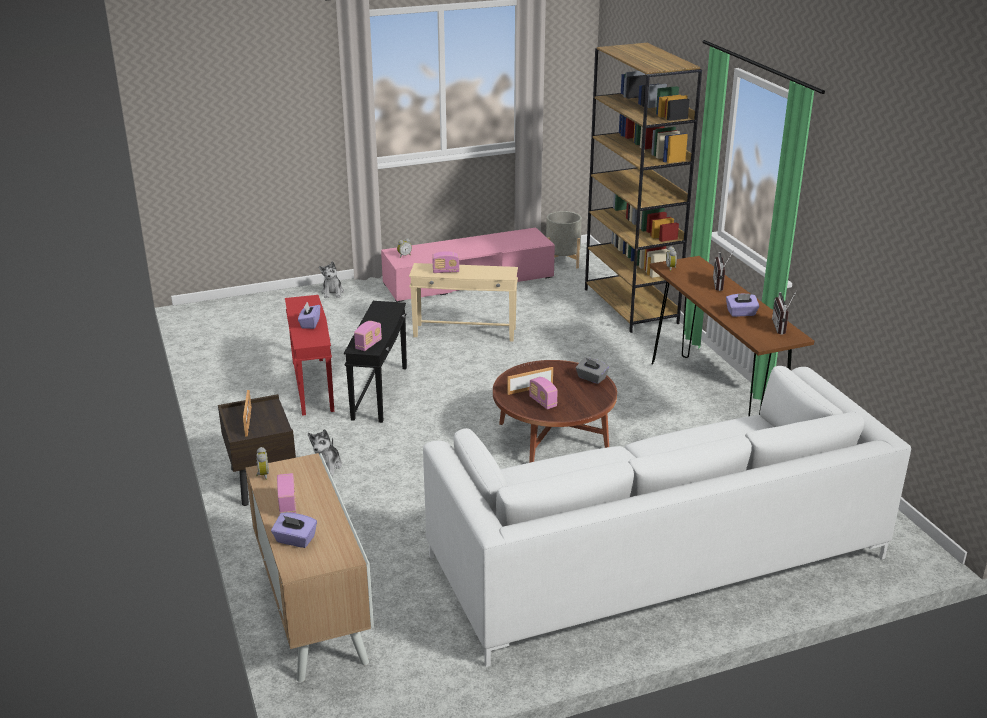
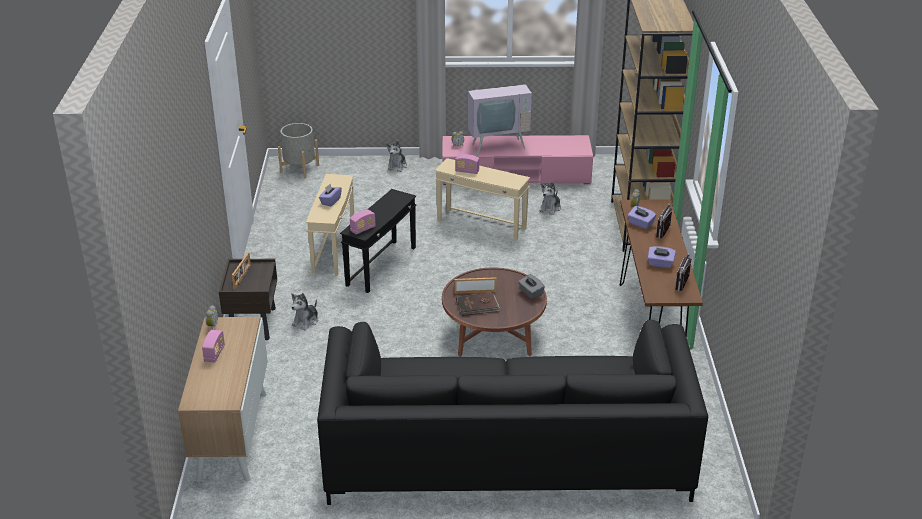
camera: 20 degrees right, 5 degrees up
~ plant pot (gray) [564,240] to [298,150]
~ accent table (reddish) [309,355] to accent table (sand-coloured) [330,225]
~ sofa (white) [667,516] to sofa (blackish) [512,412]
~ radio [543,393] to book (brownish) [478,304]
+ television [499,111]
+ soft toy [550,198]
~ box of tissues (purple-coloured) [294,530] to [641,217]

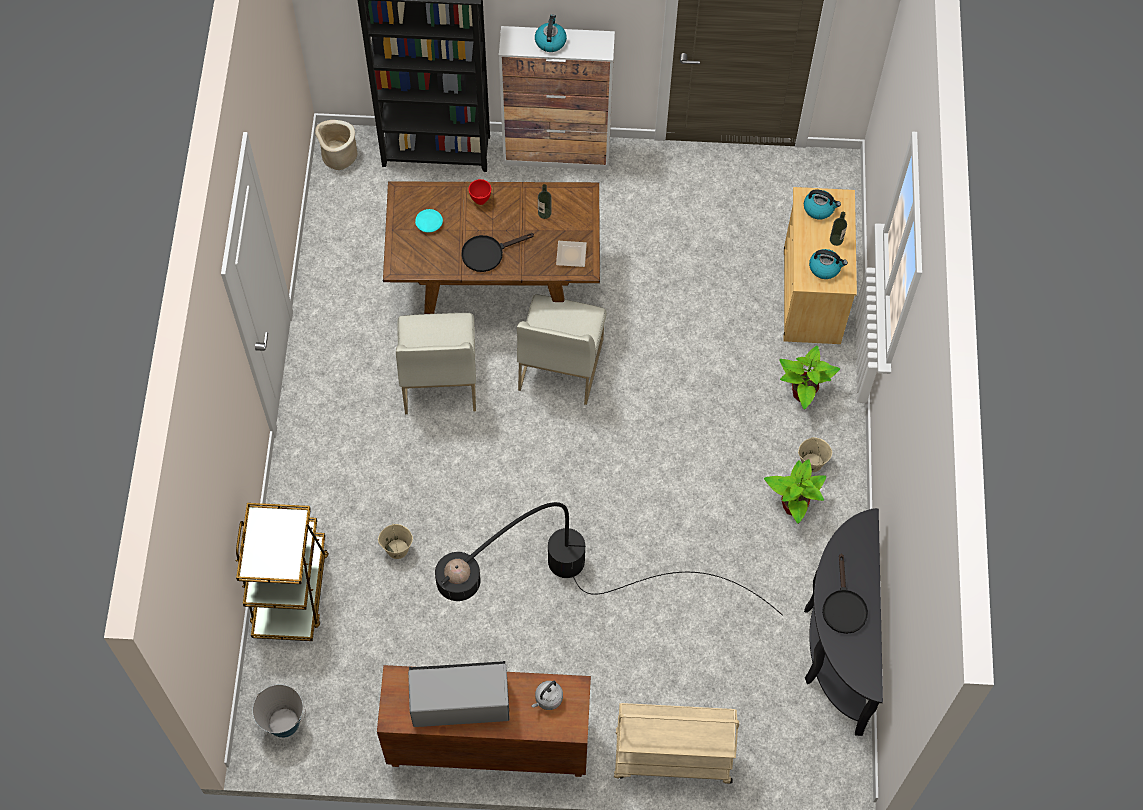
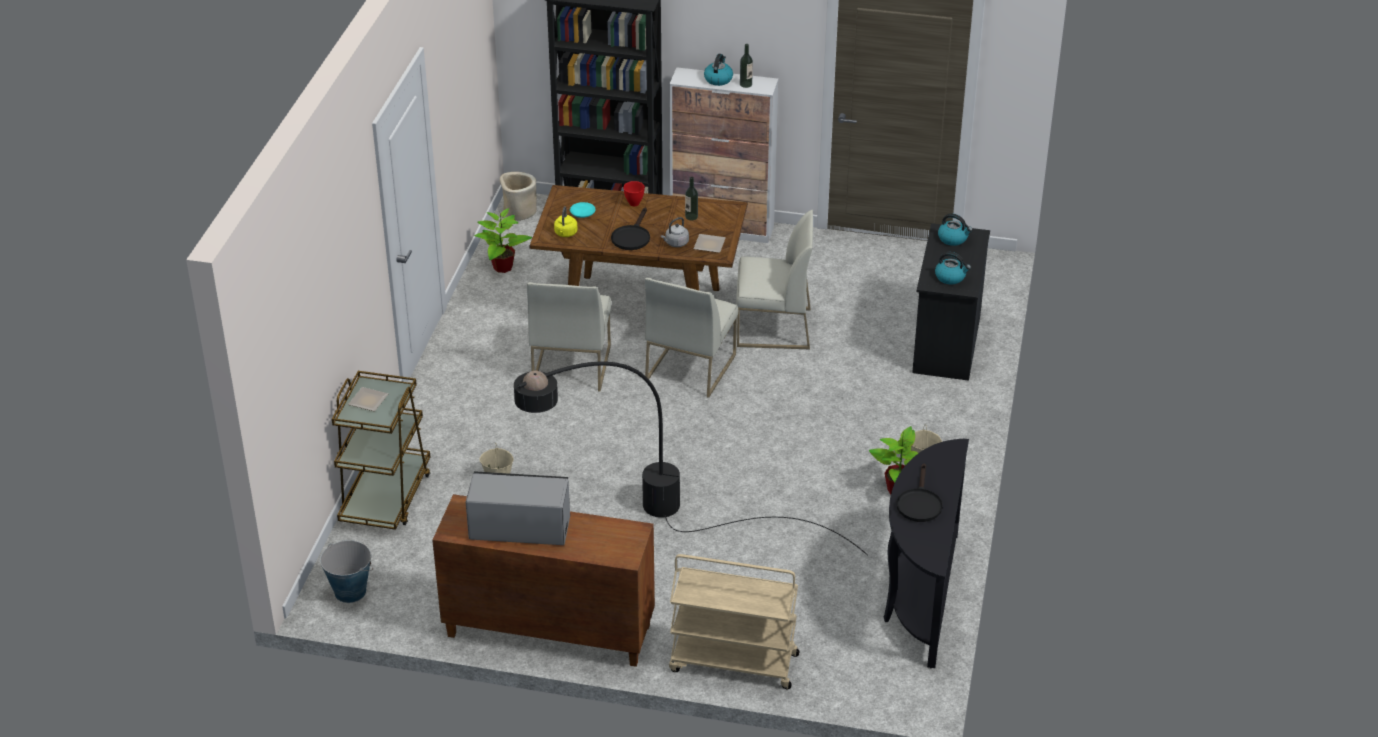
camera: 10 degrees right, 25 degrees down
+ flat dish [368,399]
~ potted plant [809,377] to [503,240]
+ tea kettle (yellow) [566,221]
~ frying pan (blackish) [497,252] = [630,229] 60 degrees counterclockwise
~ tea kettle (gray) [547,695] to [675,232]
+ upright chair (white) [774,279]
~ drink bottle [838,229] to [746,66]
~ drawer chest (sand-coloured) [820,265] to drawer chest (blackish) [951,302]

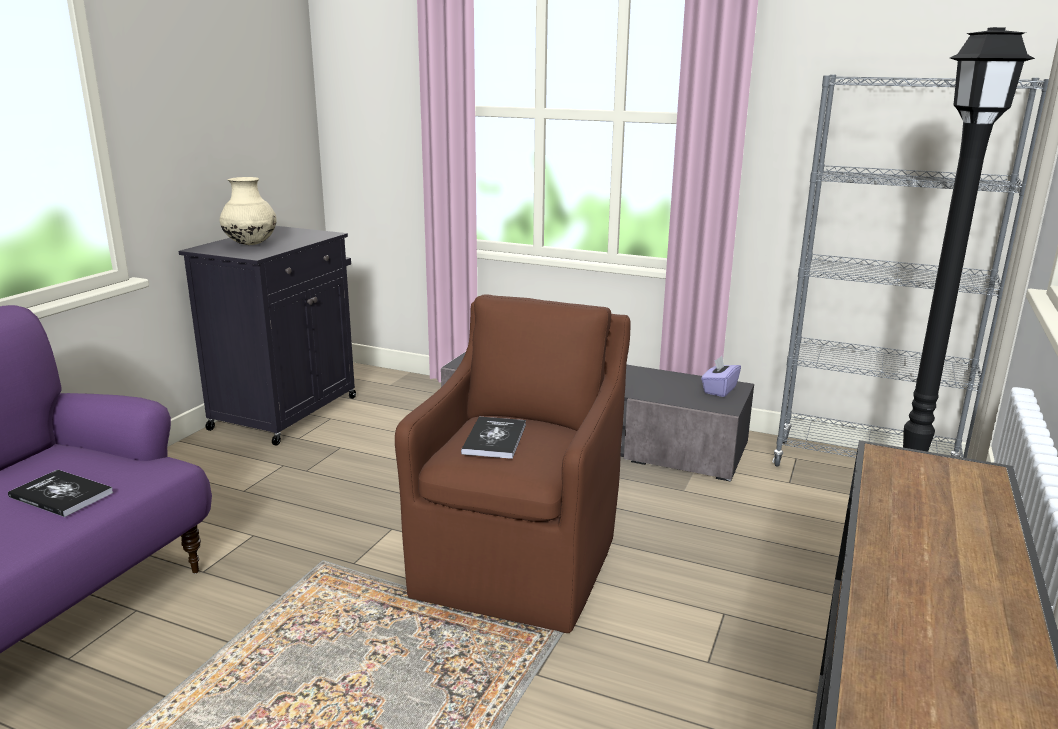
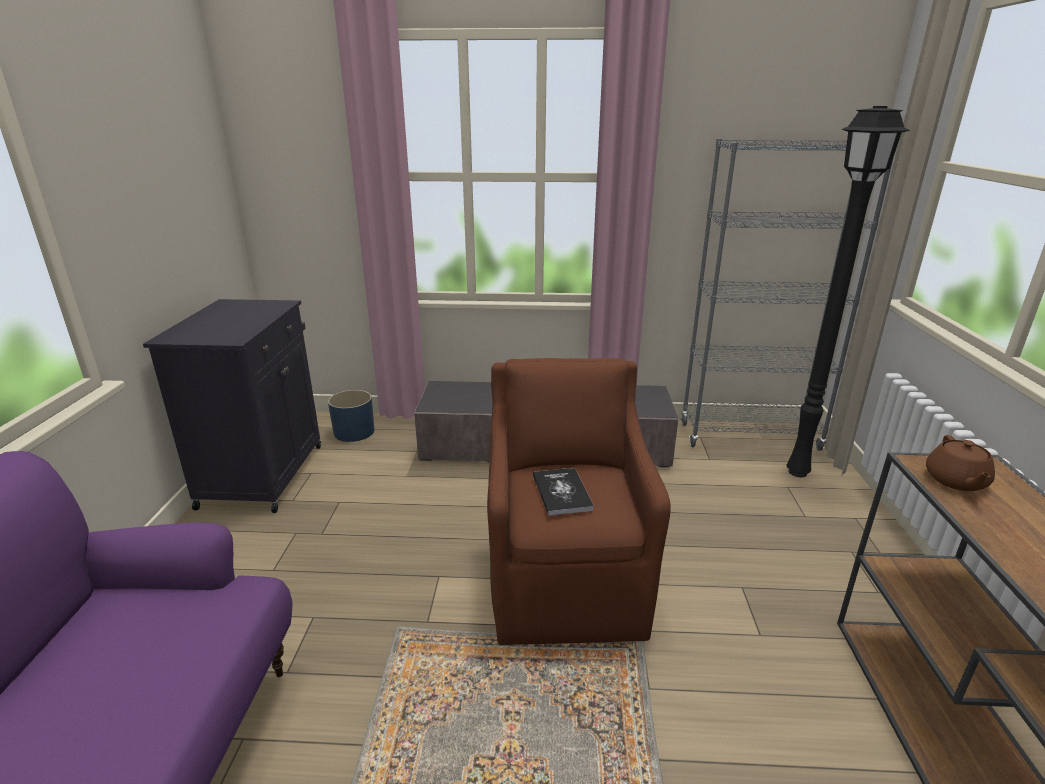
camera: 20 degrees left, 5 degrees up
+ plant pot (blue-coloured) [351,416]
+ teapot (brownish) [960,463]
- book [60,493]
- flower vase (sand-coloured) [248,211]
- box of tissues (purple-coloured) [721,376]

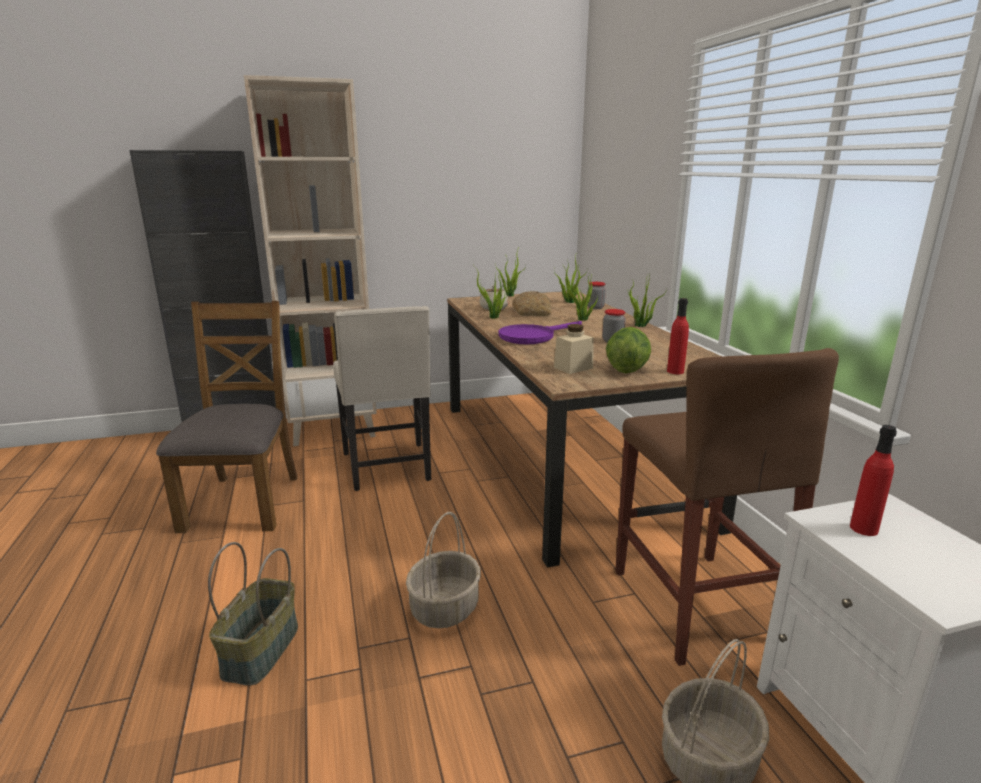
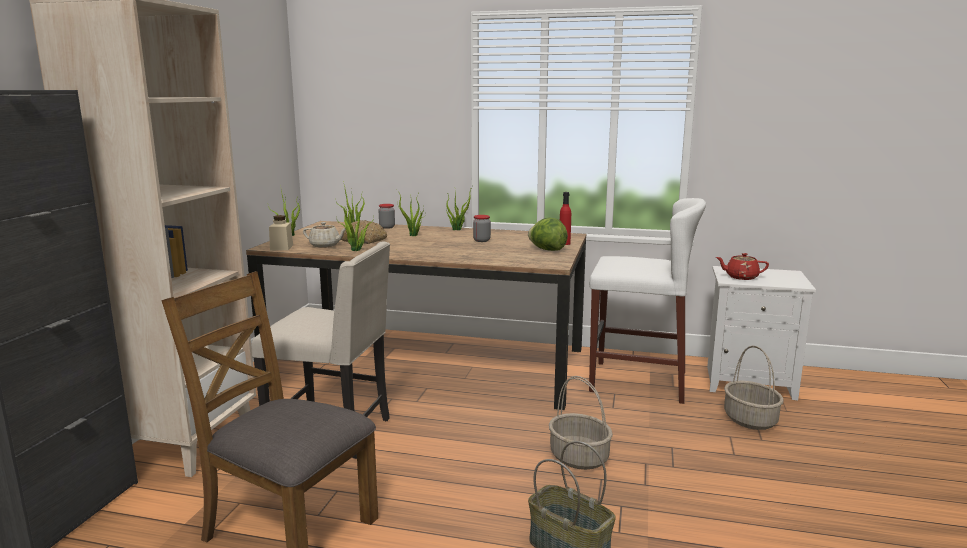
camera: 60 degrees left, 5 degrees down
~ storage jar (sand-coloured) [574,349] to [281,232]
~ sitting stool (brownish) [727,507] to sitting stool (white) [647,301]
~ drink bottle (reddish) [873,480] to teapot (reddish) [742,266]
- frying pan (purple-coloured) [540,332]

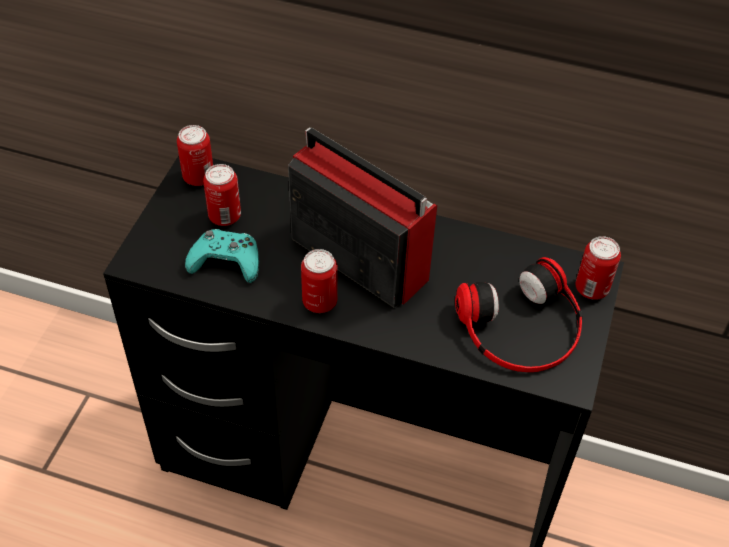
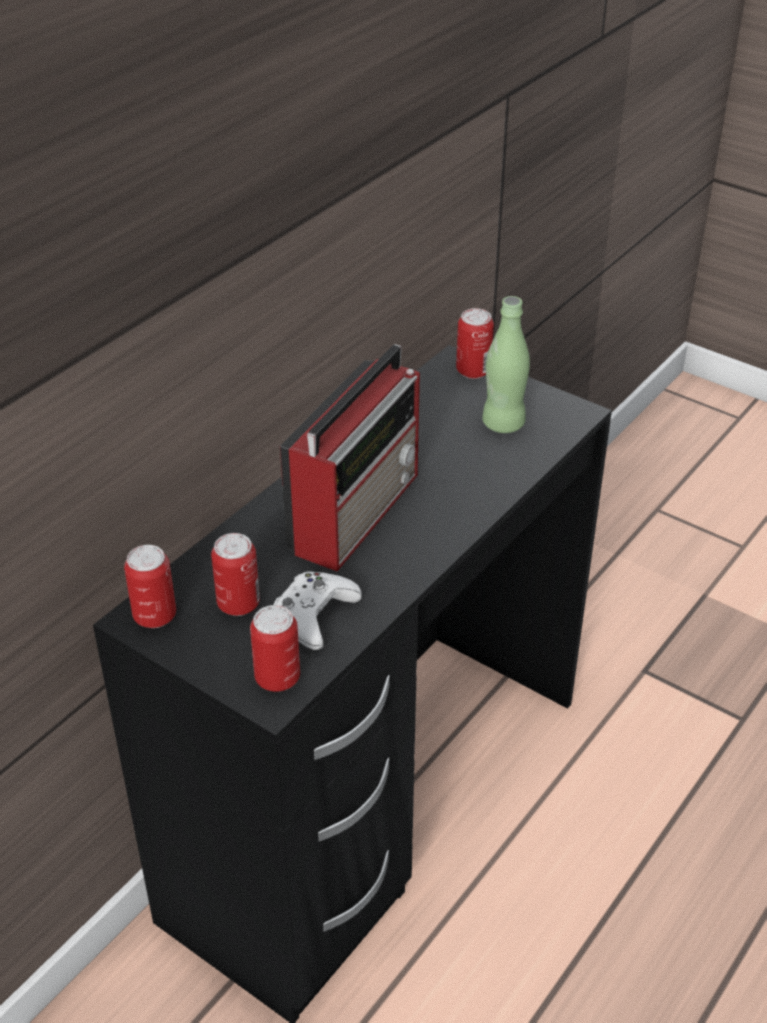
camera: 70 degrees left, 10 degrees down
~ sealed can [319,281] to [275,648]
~ joypad (turquoise-coloured) [222,256] to joypad (white) [318,610]
~ radio [362,217] = [350,458] 150 degrees clockwise
~ pair of headphones [518,314] to drink bottle (greenish) [506,364]

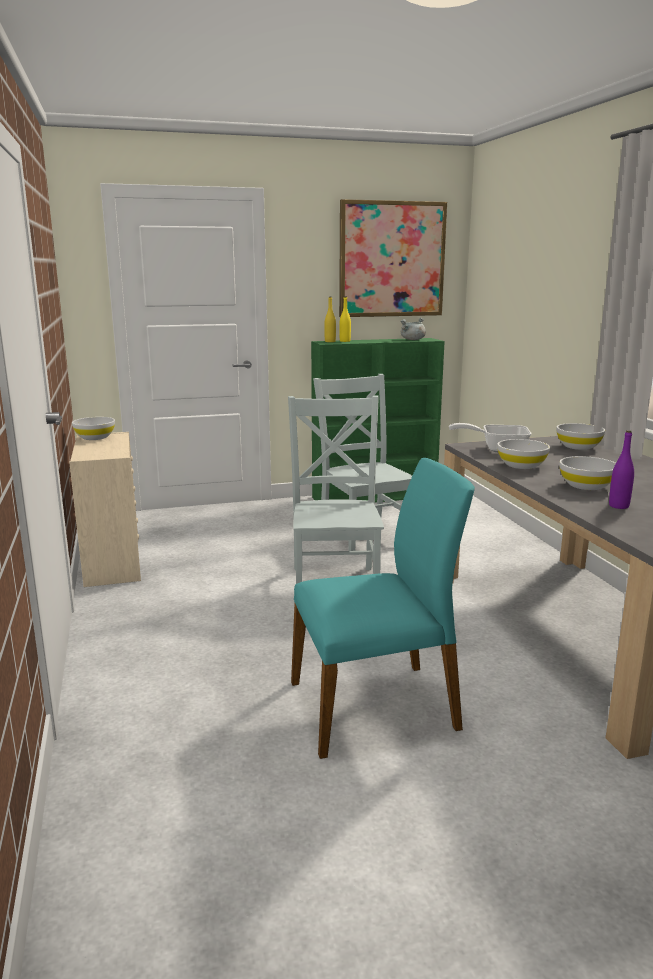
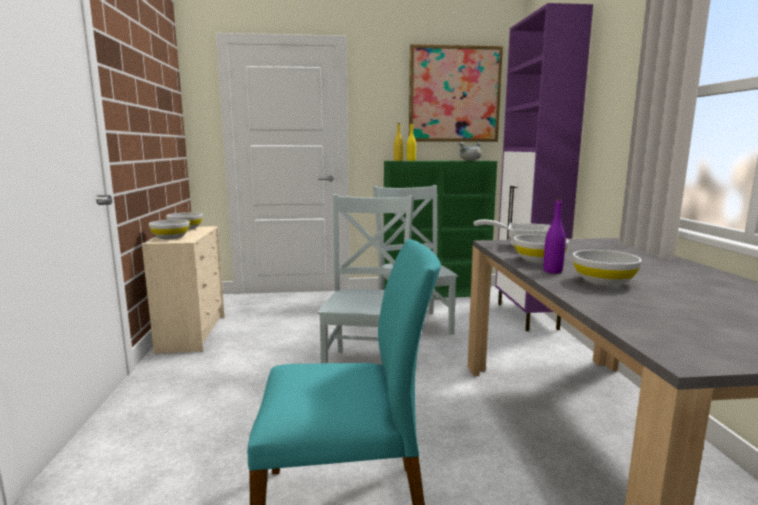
camera: 10 degrees right, 5 degrees down
~ deep dish (white) [580,436] to [169,229]
+ cupboard (purple-coloured) [544,167]
~ drink bottle (purple-coloured) [621,469] to [555,236]

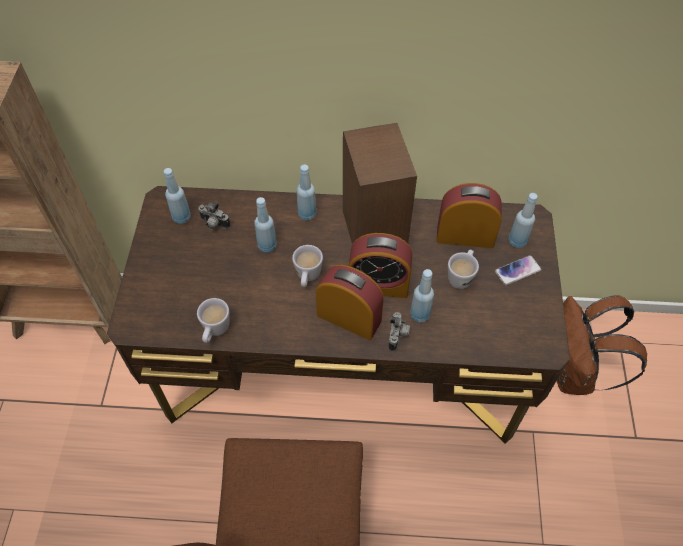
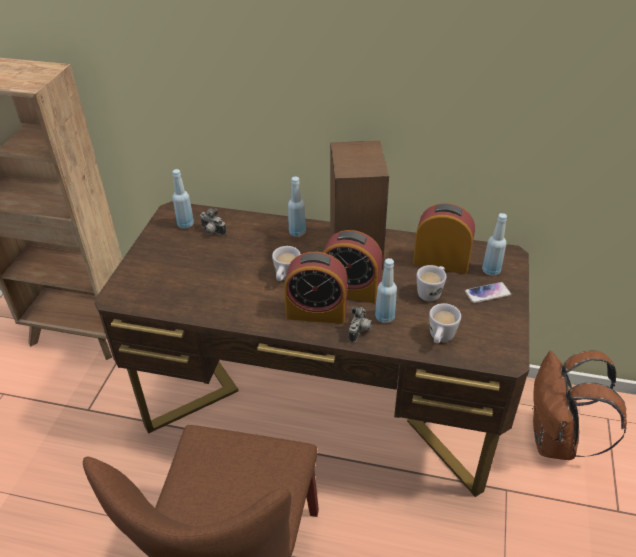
camera: 10 degrees right, 15 degrees down
~ alarm clock [350,302] = [315,288] 150 degrees clockwise
~ tea mug (white) [213,320] to [445,323]
- drink bottle (blue-coloured) [265,224]

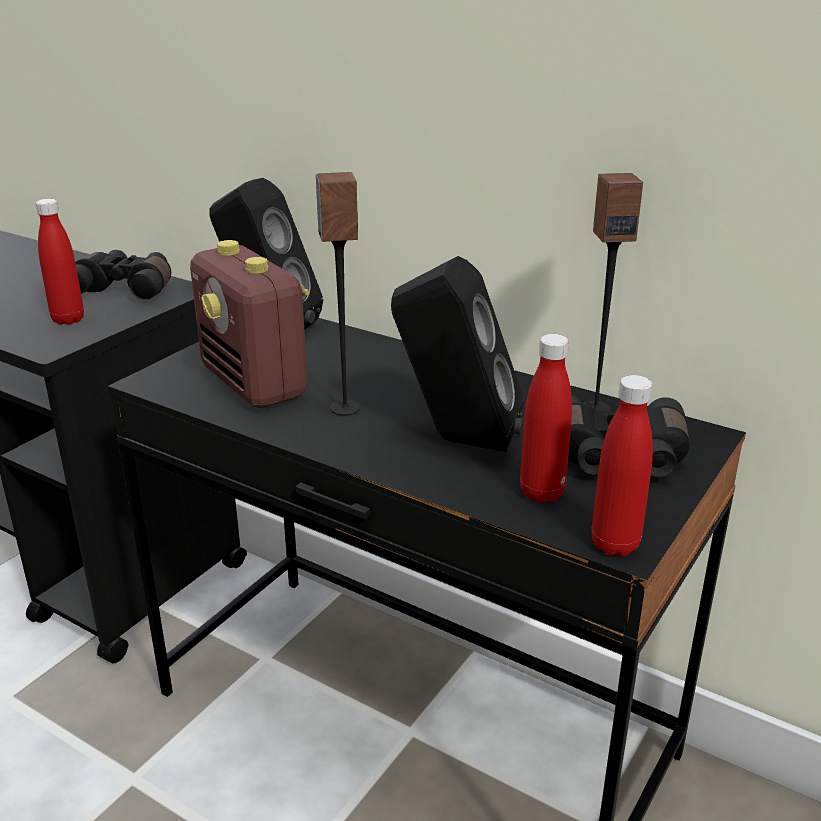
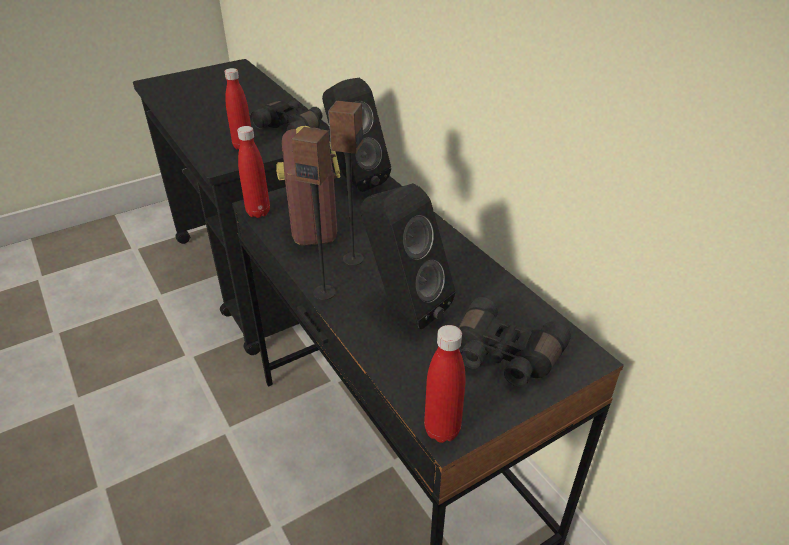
camera: 25 degrees right, 10 degrees up
~ drink bottle (reddish) [546,418] to [253,172]
~ loudspeaker [613,292] to [314,213]

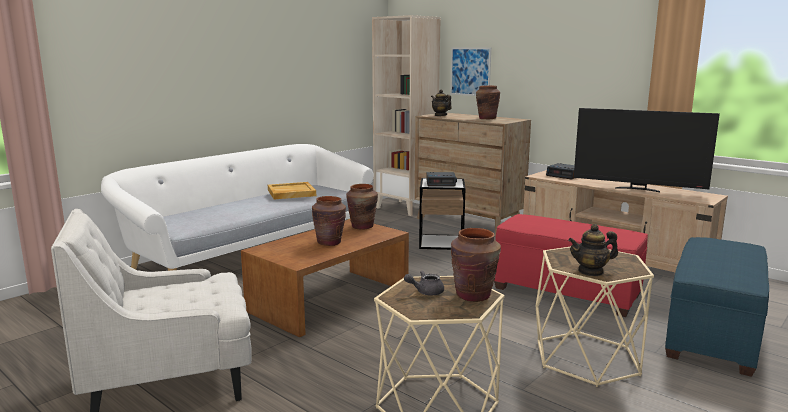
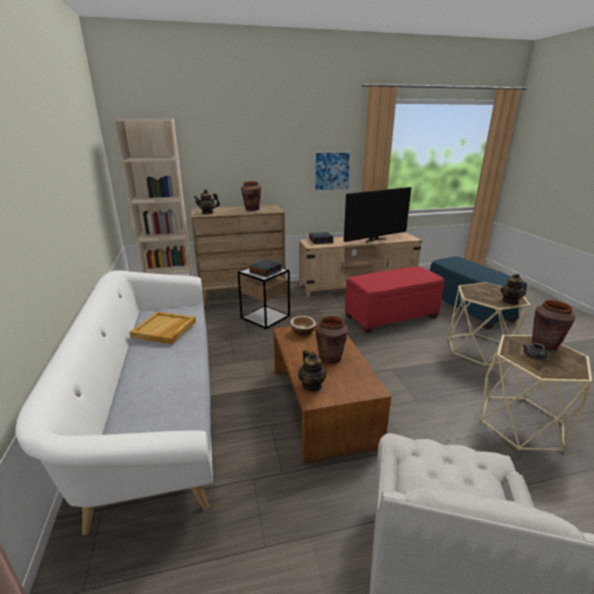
camera: 55 degrees left, 10 degrees up
~ flower vase (brownish) [362,206] to deep dish [303,326]
+ teapot [312,370]
~ wall art [470,71] to [333,171]

